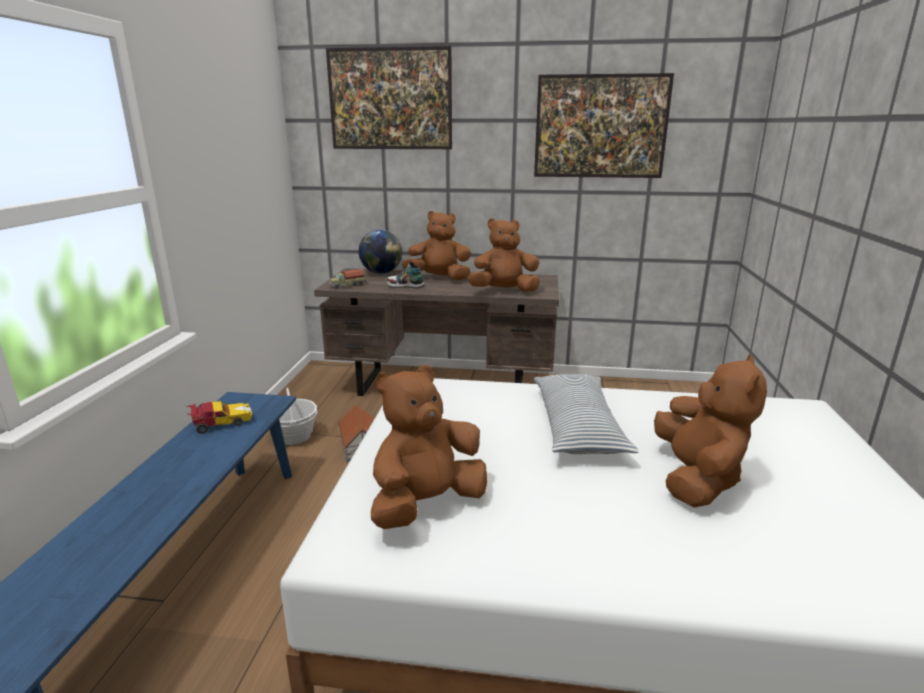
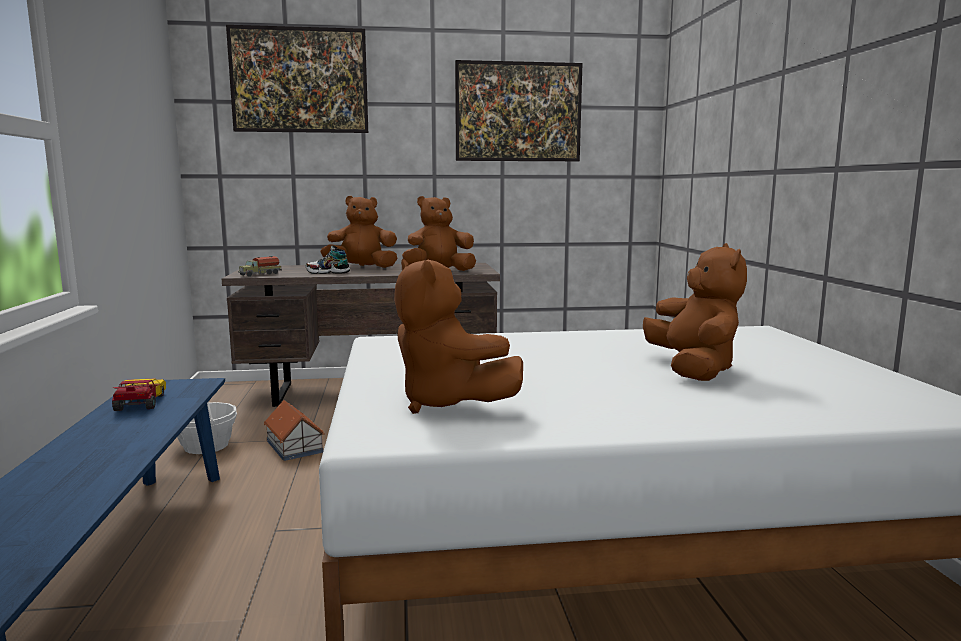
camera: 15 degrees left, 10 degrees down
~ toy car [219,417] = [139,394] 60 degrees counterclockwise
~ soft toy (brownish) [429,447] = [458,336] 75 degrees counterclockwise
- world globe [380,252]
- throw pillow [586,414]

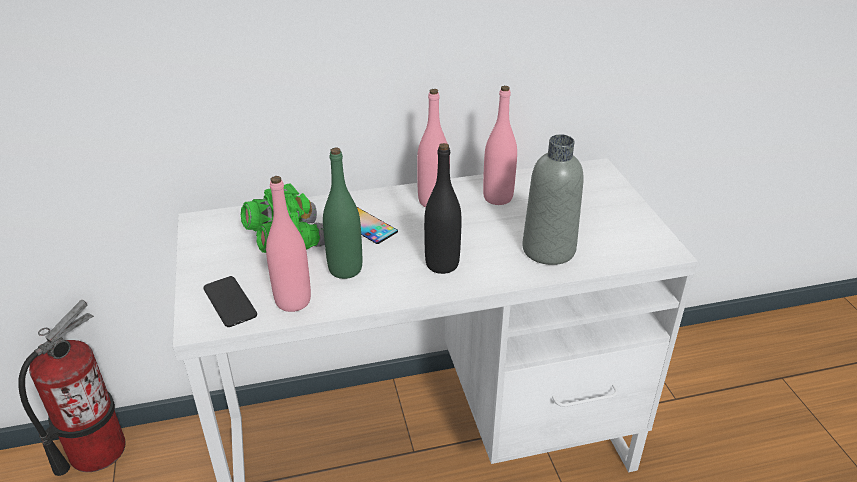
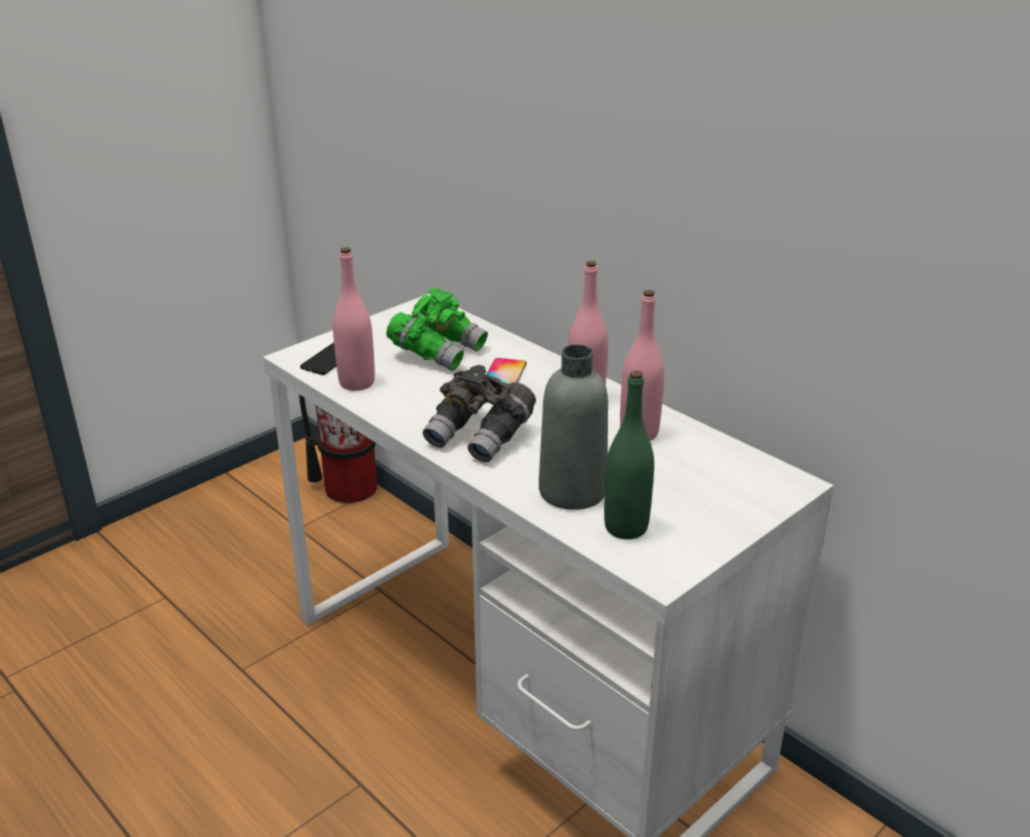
camera: 60 degrees right, 5 degrees down
~ drink bottle (blackish) [442,208] to binoculars (gray) [479,414]
~ drink bottle (greenish) [342,213] to [629,454]

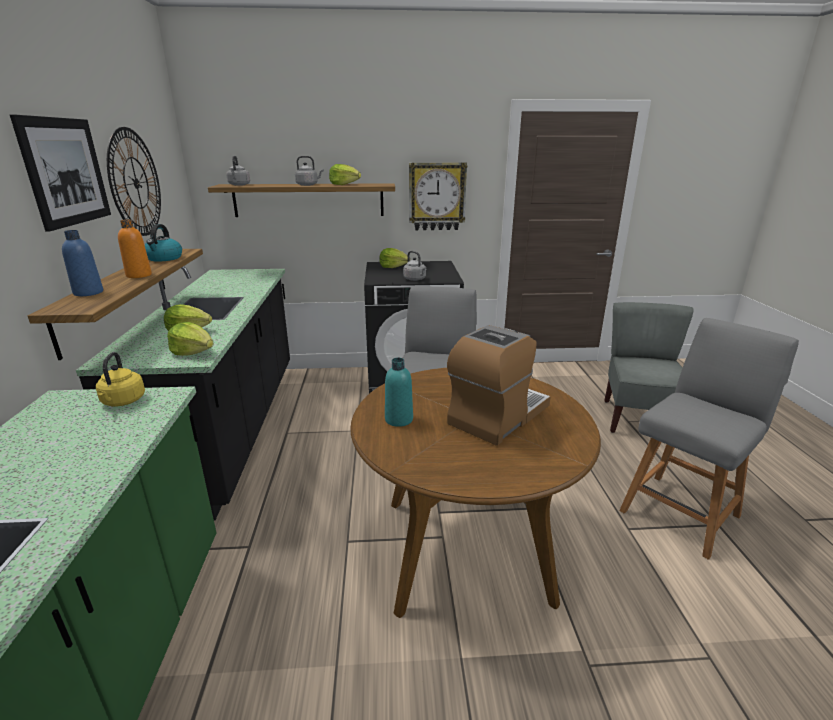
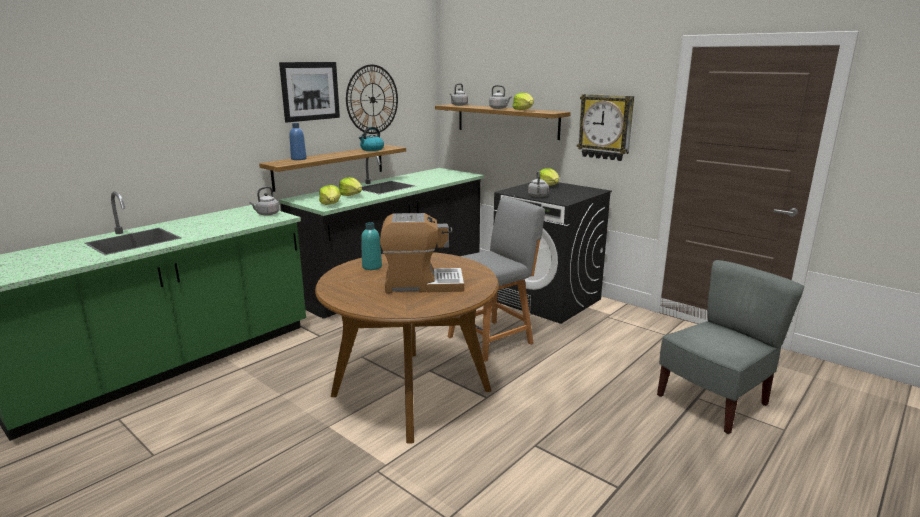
camera: 45 degrees right, 5 degrees down
~ tea kettle (yellow) [120,379] to tea kettle (gray) [264,201]
- drink bottle (orange-coloured) [135,248]
- upright chair (gray) [709,439]

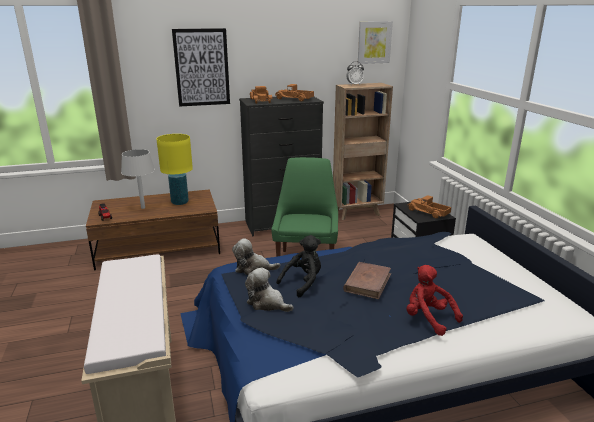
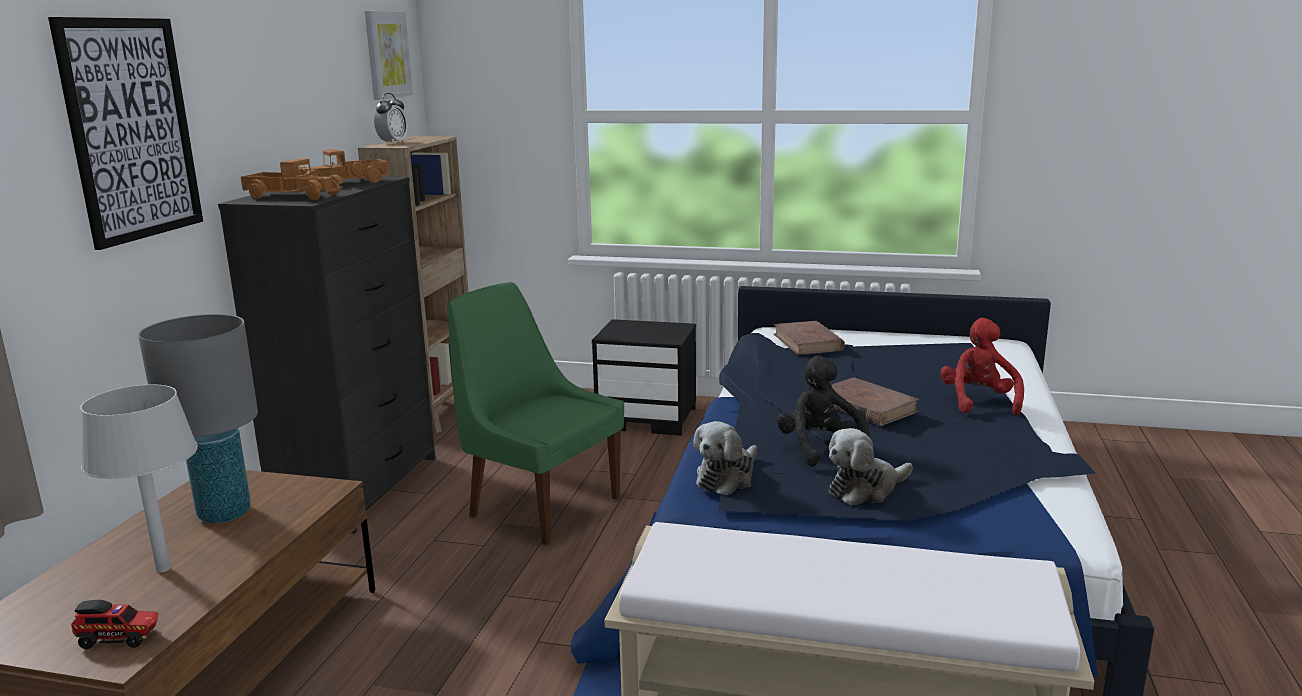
camera: 60 degrees left, 5 degrees down
~ tabletop lamp (yellow) [174,169] to tabletop lamp (gray) [198,418]
+ book (brownish) [809,338]
~ soft toy (reddish) [434,300] = [982,366] 105 degrees clockwise
- toy truck [429,206]

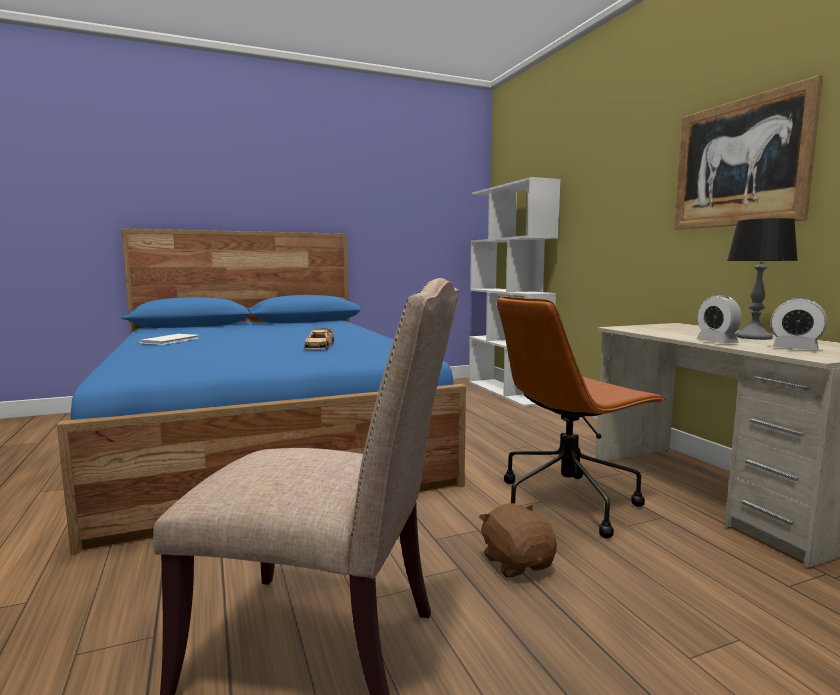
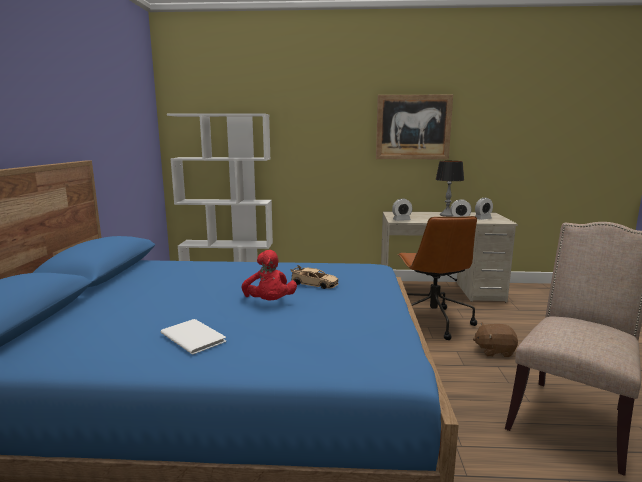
camera: 65 degrees left, 5 degrees up
+ soft toy (reddish) [269,275]
+ alarm clock [402,210]

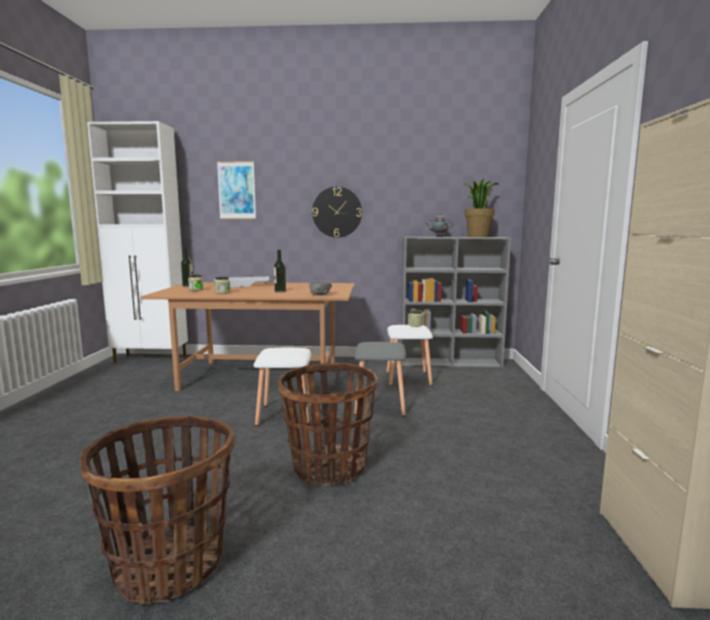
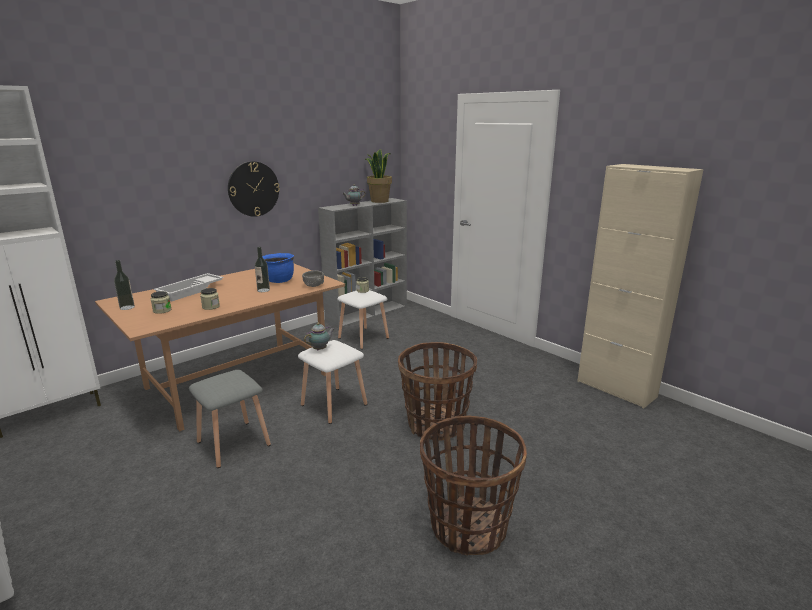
camera: 45 degrees left, 10 degrees up
~ sitting stool (gray) [380,379] to [230,419]
+ stockpot (blue-coloured) [278,268]
+ teapot [319,336]
- wall art [236,190]

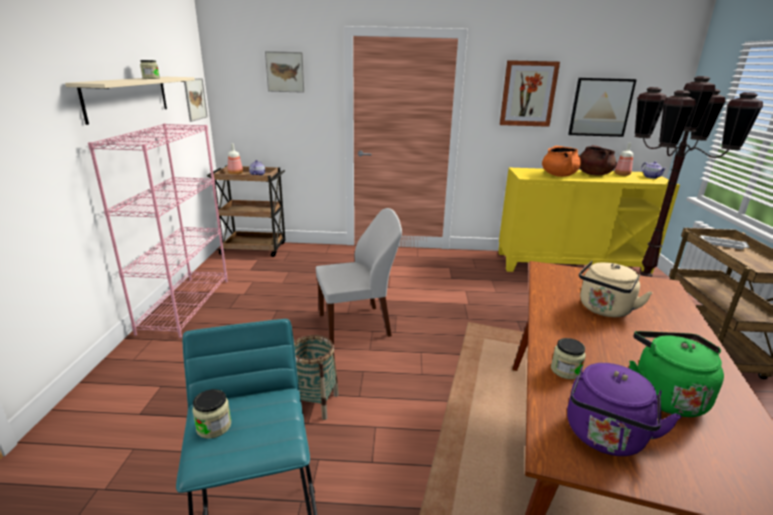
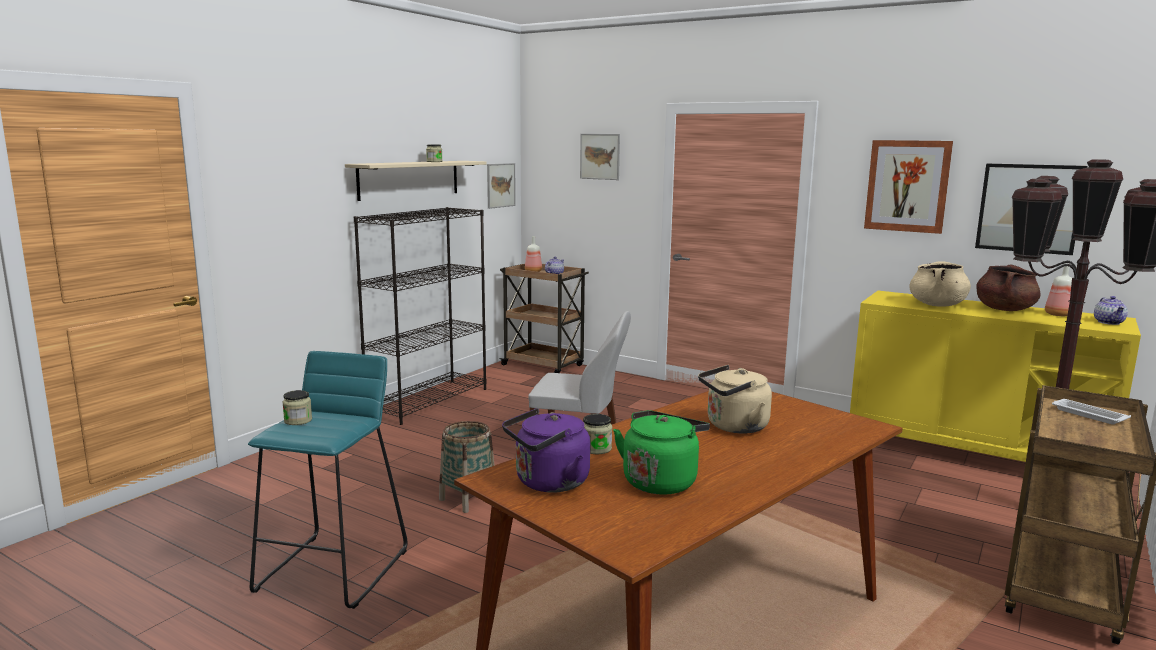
camera: 30 degrees right, 10 degrees down
~ bookcase (pinkish) [158,231] to bookcase (blackish) [420,316]
~ stockpot (orange-coloured) [561,161] to stockpot (sand-coloured) [940,284]

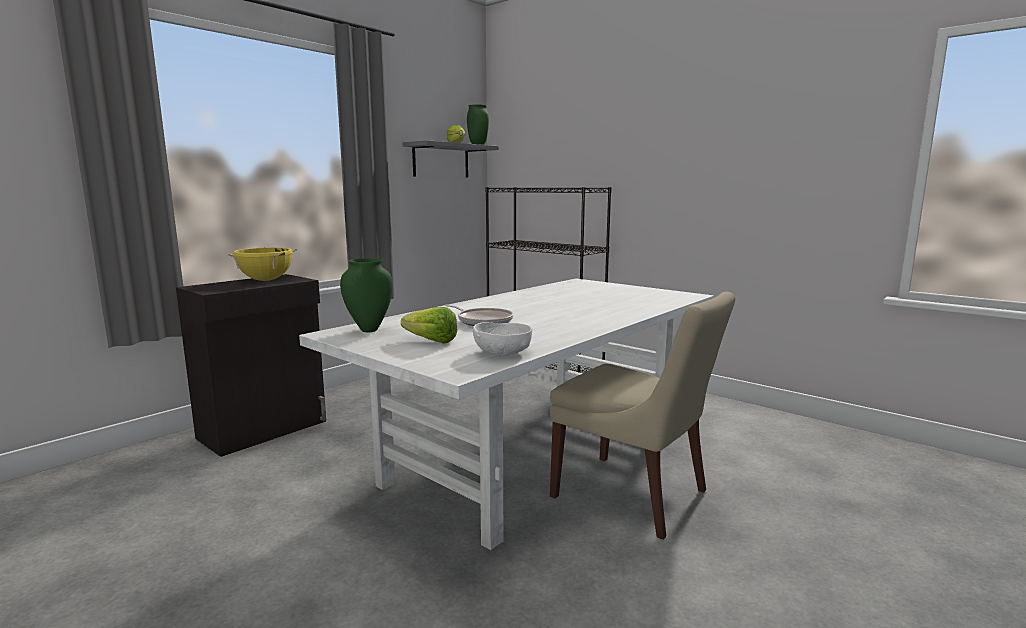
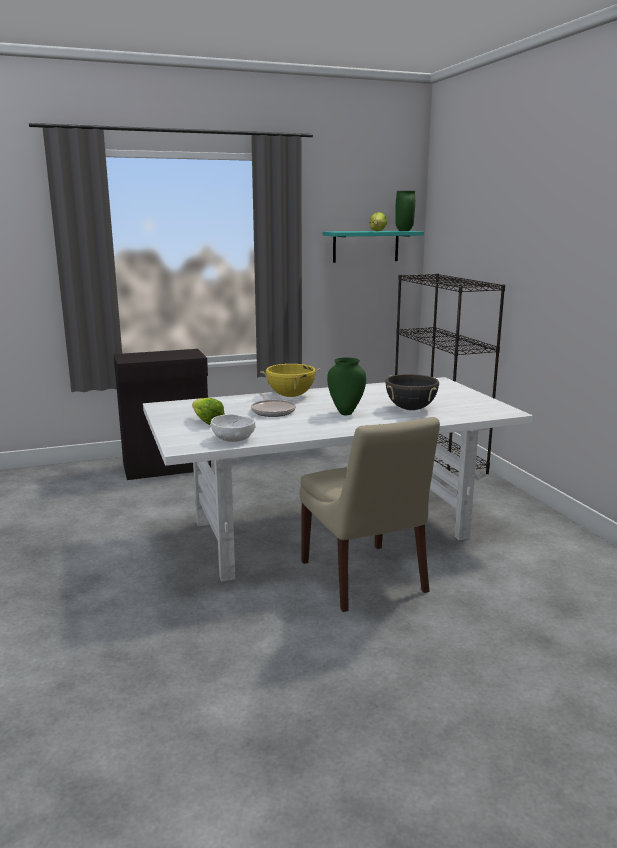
camera: 30 degrees right, 5 degrees up
~ stockpot (yellow) [262,264] to [290,380]
~ shelf (gray) [450,158] to shelf (turquoise-coloured) [373,247]
~ flower vase (greenish) [366,295] to [346,386]
+ stockpot (blackish) [412,392]

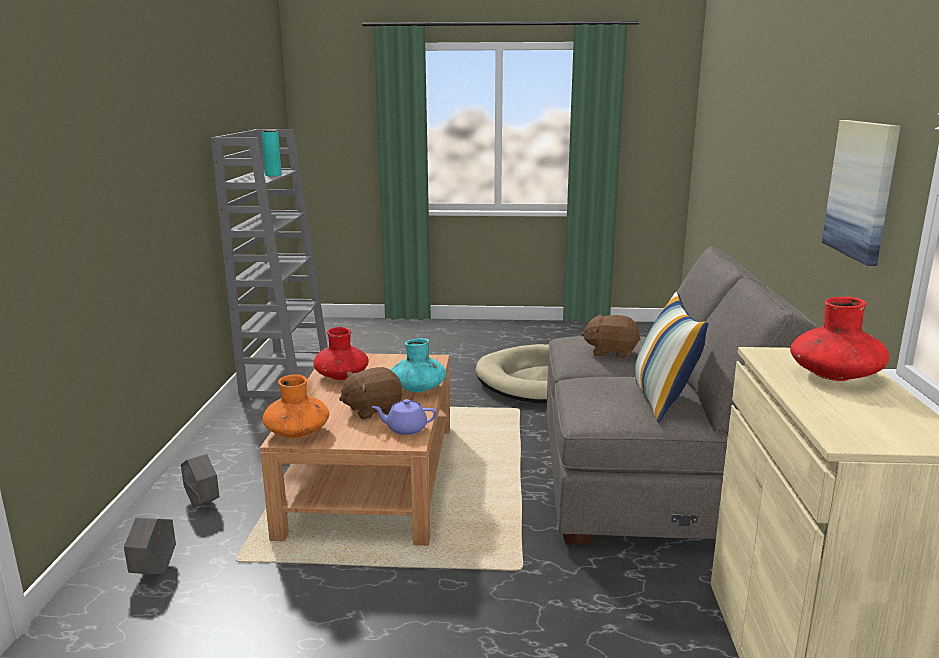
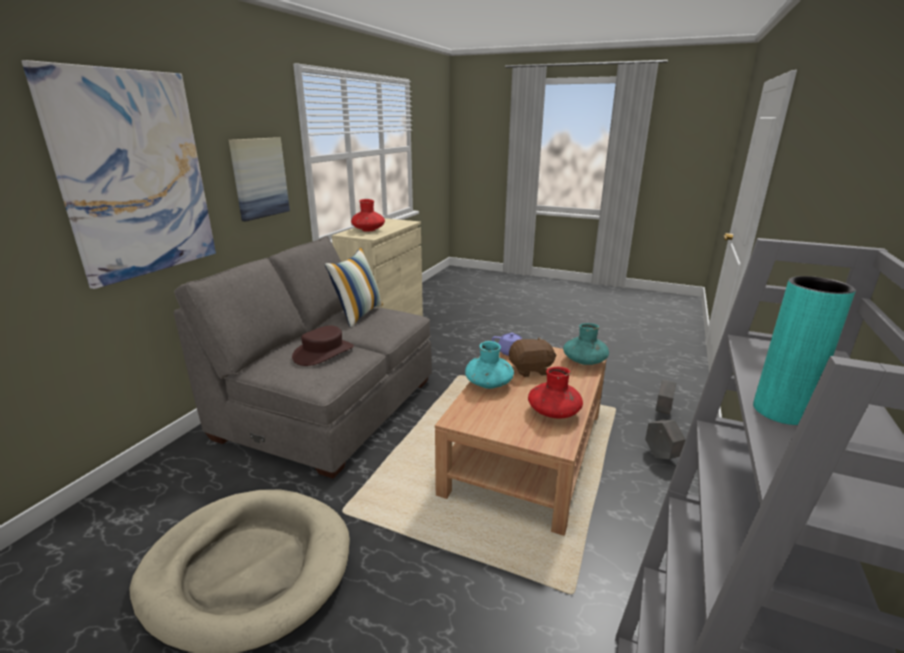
camera: 160 degrees left, 5 degrees up
+ wall art [118,174]
~ soft toy (brownish) [610,336] to clothing hat (brownish) [323,346]
~ flower vase (orange-coloured) [295,406] to flower vase (turquoise-coloured) [586,344]

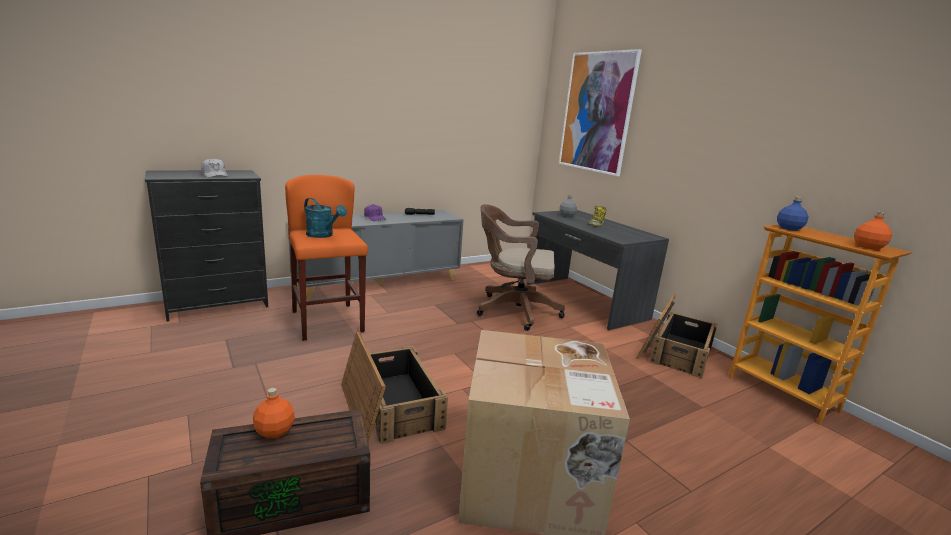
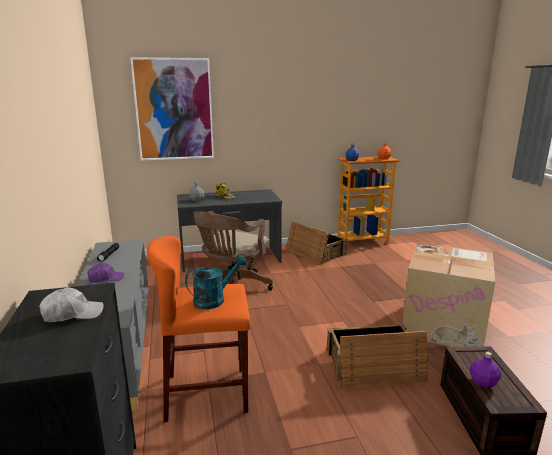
camera: 70 degrees left, 0 degrees up
~ drink bottle (orange-coloured) [274,413] to drink bottle (purple-coloured) [485,370]

